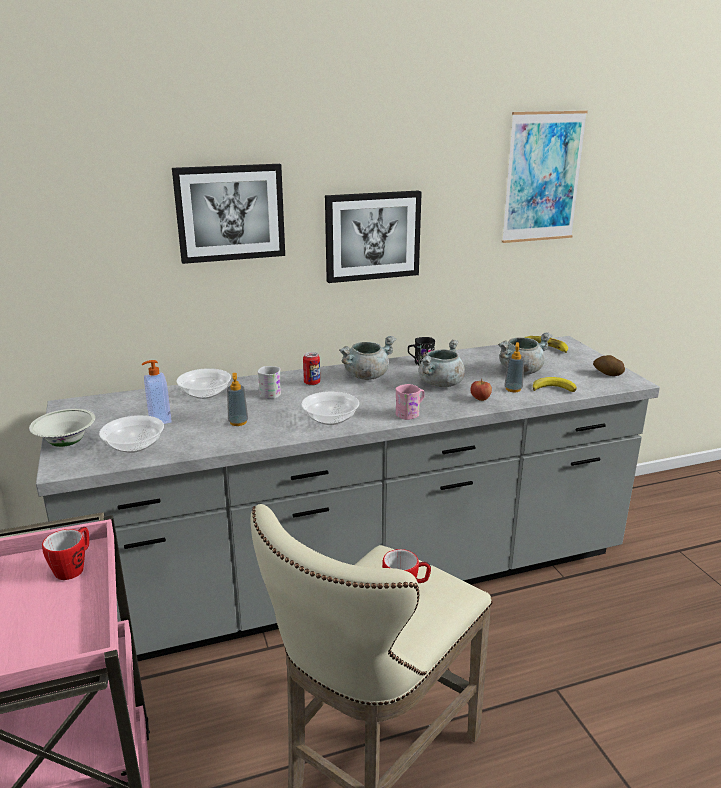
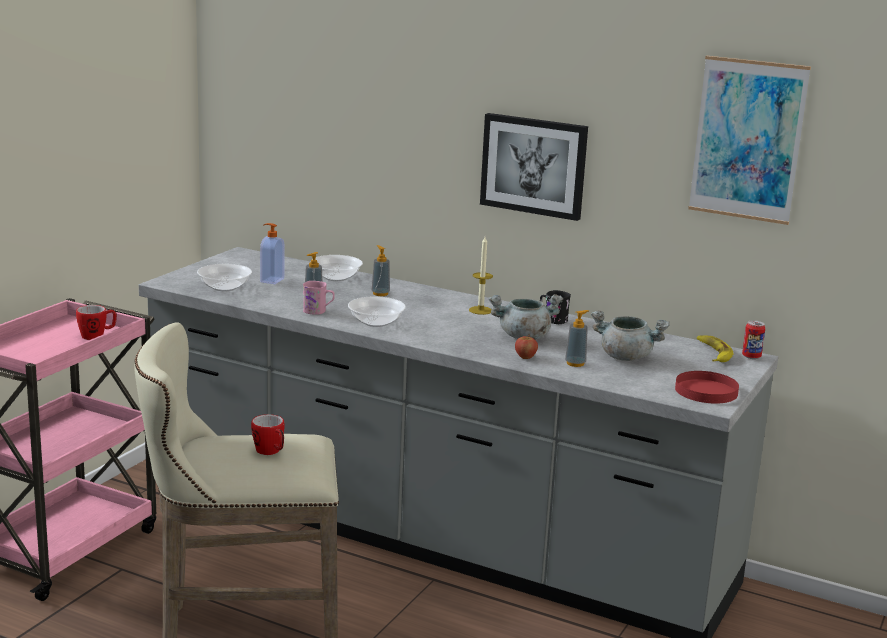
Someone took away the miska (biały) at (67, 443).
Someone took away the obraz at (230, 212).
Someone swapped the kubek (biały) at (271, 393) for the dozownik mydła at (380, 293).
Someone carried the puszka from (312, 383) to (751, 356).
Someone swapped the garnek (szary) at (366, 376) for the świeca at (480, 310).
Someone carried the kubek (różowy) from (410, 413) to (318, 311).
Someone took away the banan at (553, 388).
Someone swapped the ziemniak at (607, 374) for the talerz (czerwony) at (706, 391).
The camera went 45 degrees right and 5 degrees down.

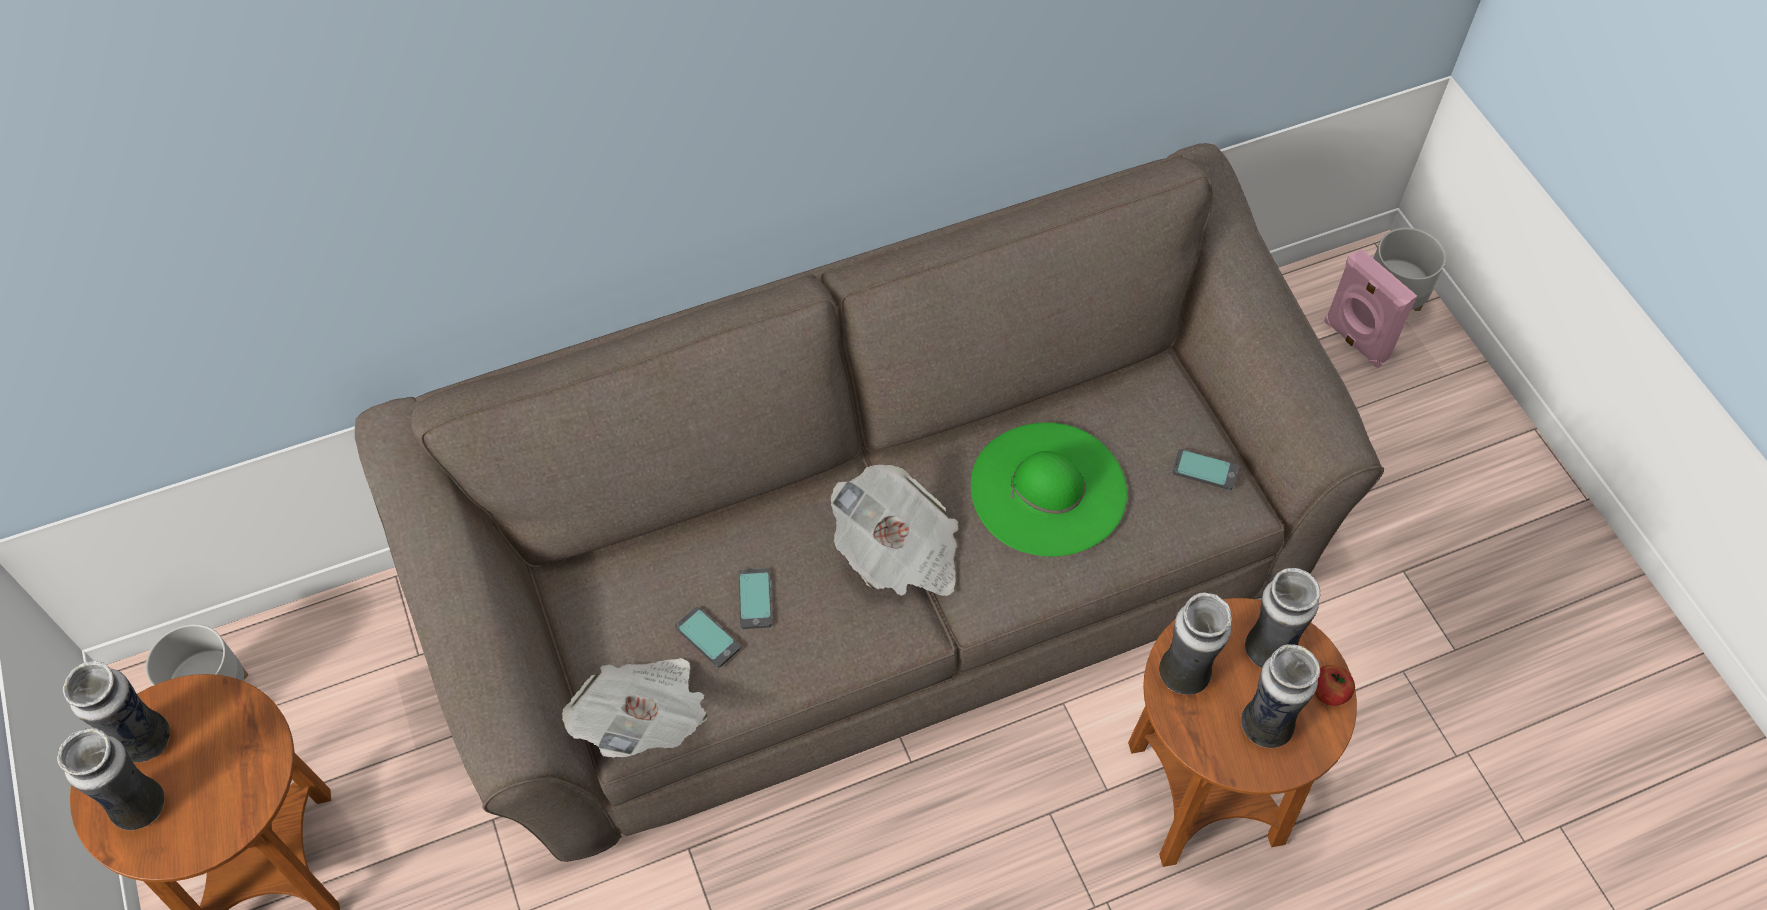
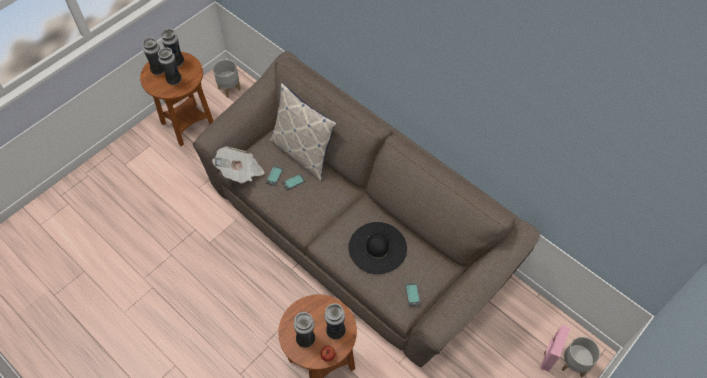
Someone took away the gazeta at (898, 553).
Someone repainted the kapelusz (zielony) at (1048, 489), which became the kapelusz (czarny) at (377, 248).
Someone carried the wazon from (1184, 676) to (174, 80).
Someone put down the poduszka at (303, 153).
The camera went 65 degrees right and 0 degrees up.

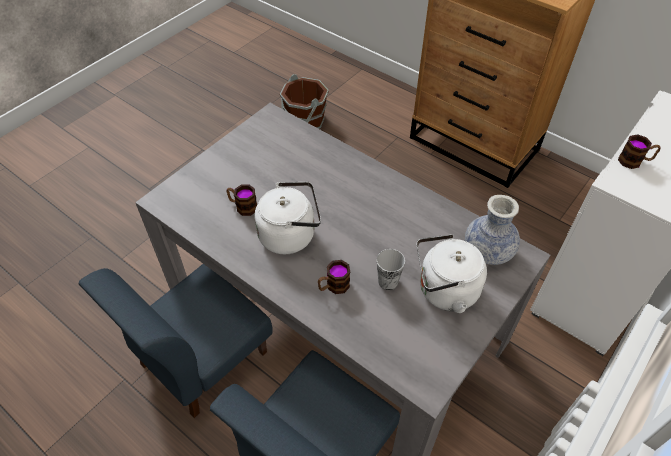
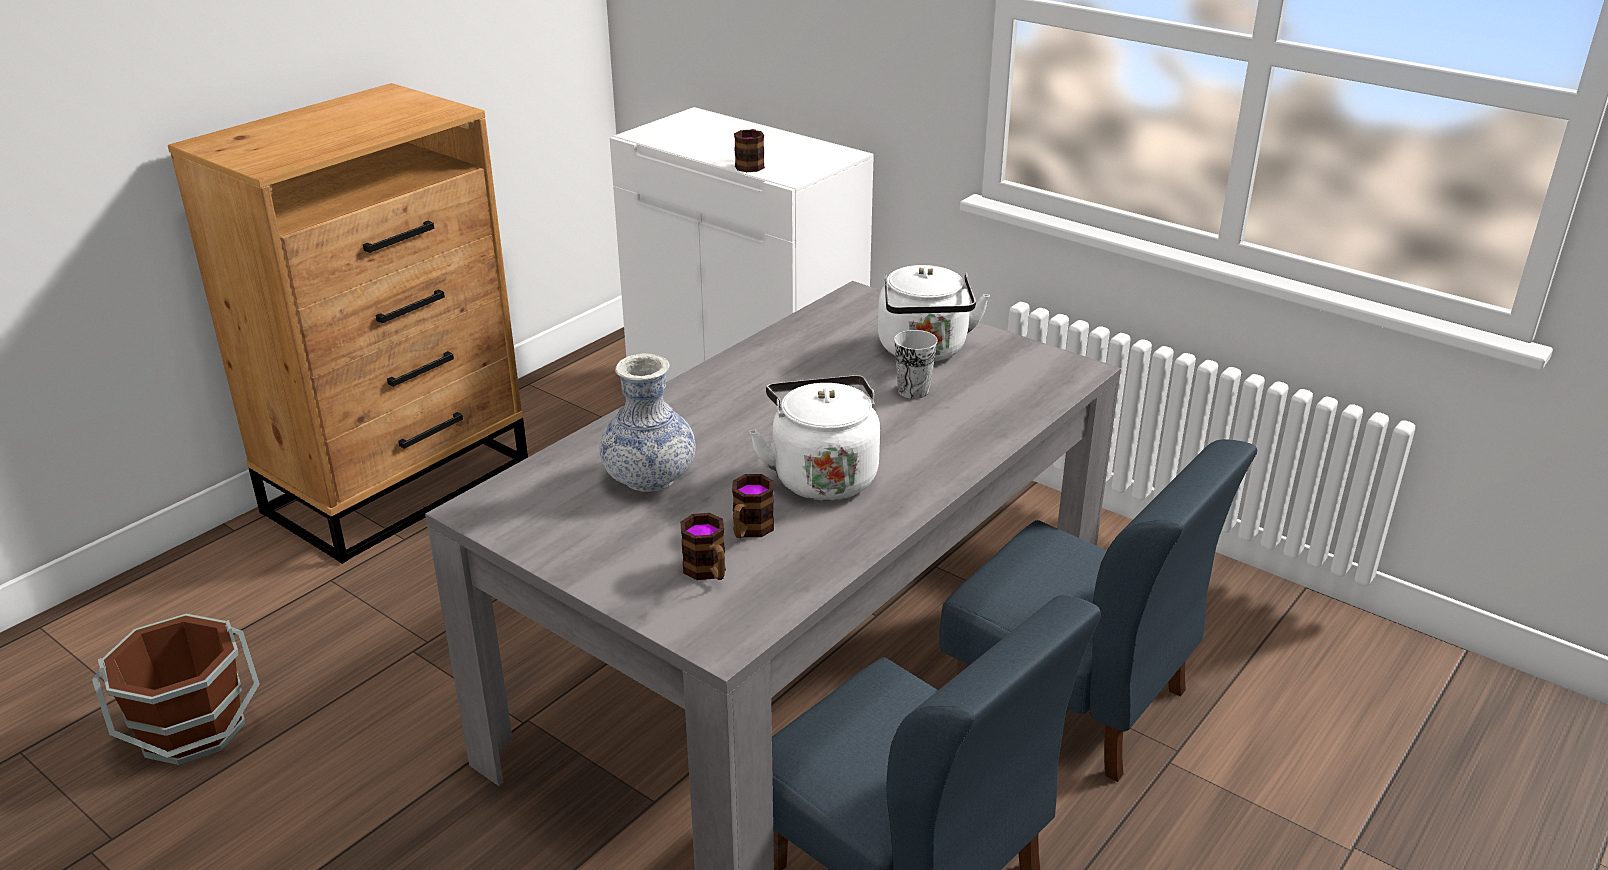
Someone carried the kubek from (333, 286) to (708, 572).
Someone carried the wazon from (487, 252) to (649, 478).
The camera went 90 degrees left and 20 degrees down.

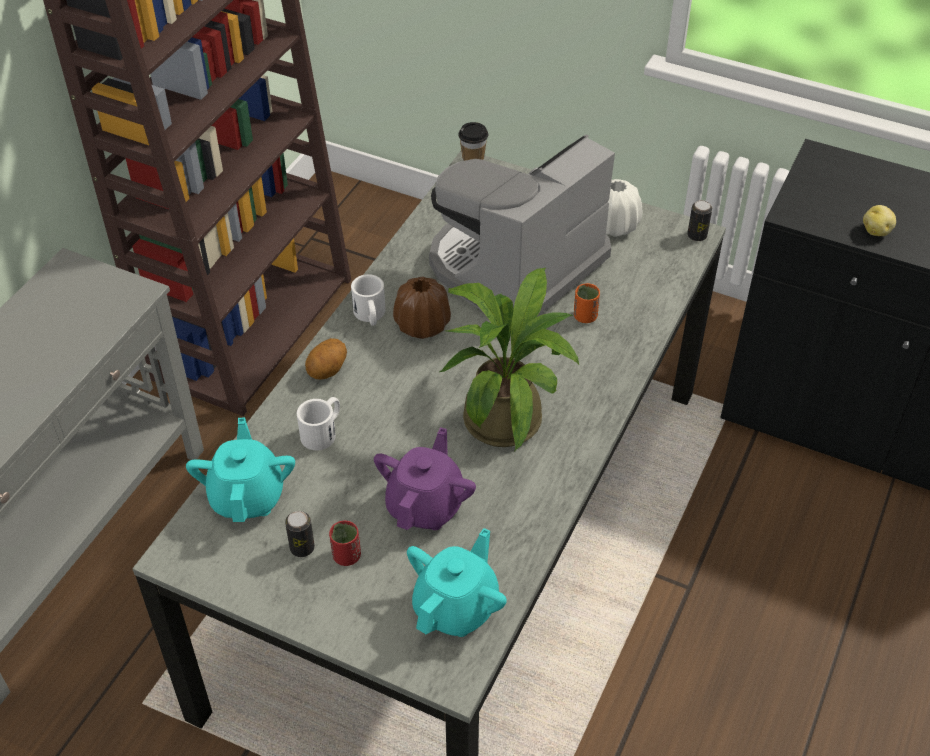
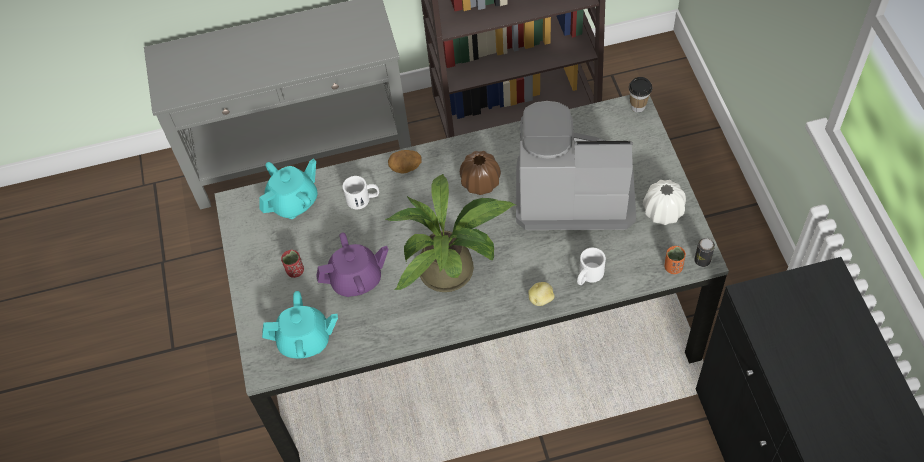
Someone took away the puszka at (302, 548).
Someone carried the kubek (biały) from (370, 316) to (588, 276).
Someone carried the filiżanka (pomarańczowy) from (585, 316) to (673, 267).
Someone carried the ziemniak from (876, 231) to (541, 299).
The camera went 55 degrees right and 10 degrees up.

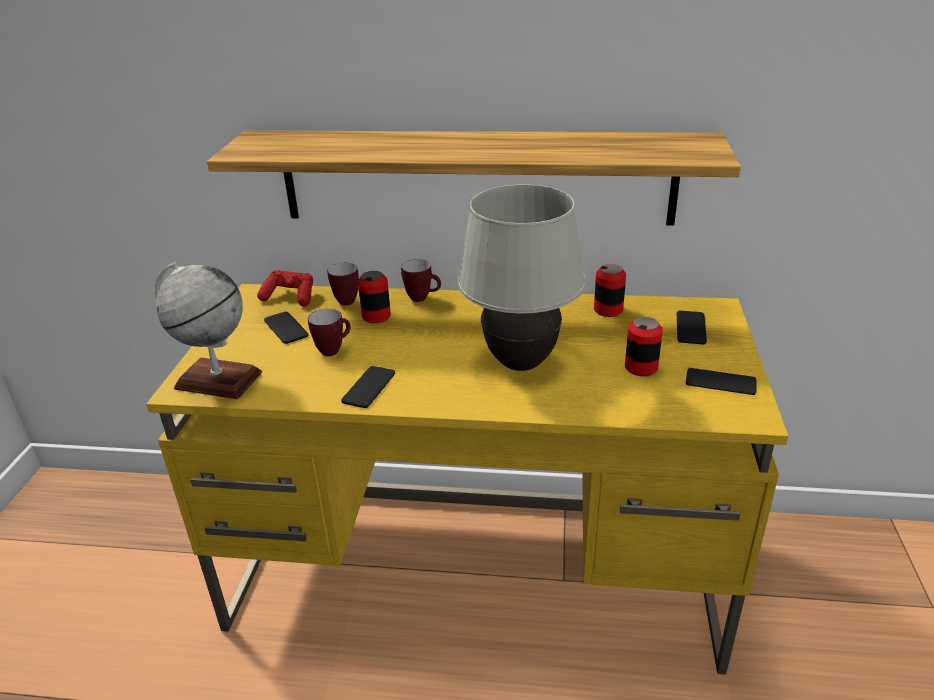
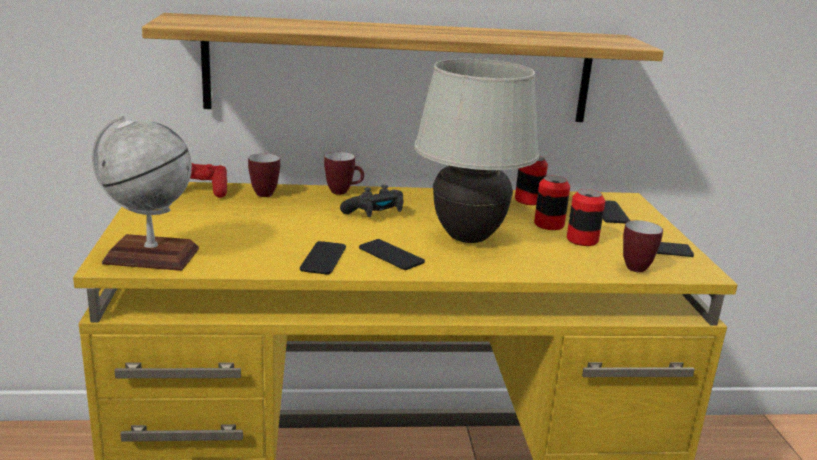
Someone carried the telefon from (286, 328) to (391, 255).
Someone carried the kubek from (333, 350) to (637, 266).
Someone carried the puszka from (376, 316) to (549, 224).
Someone put down the pad do gier (czarny) at (375, 214).
The camera went 15 degrees left and 10 degrees down.

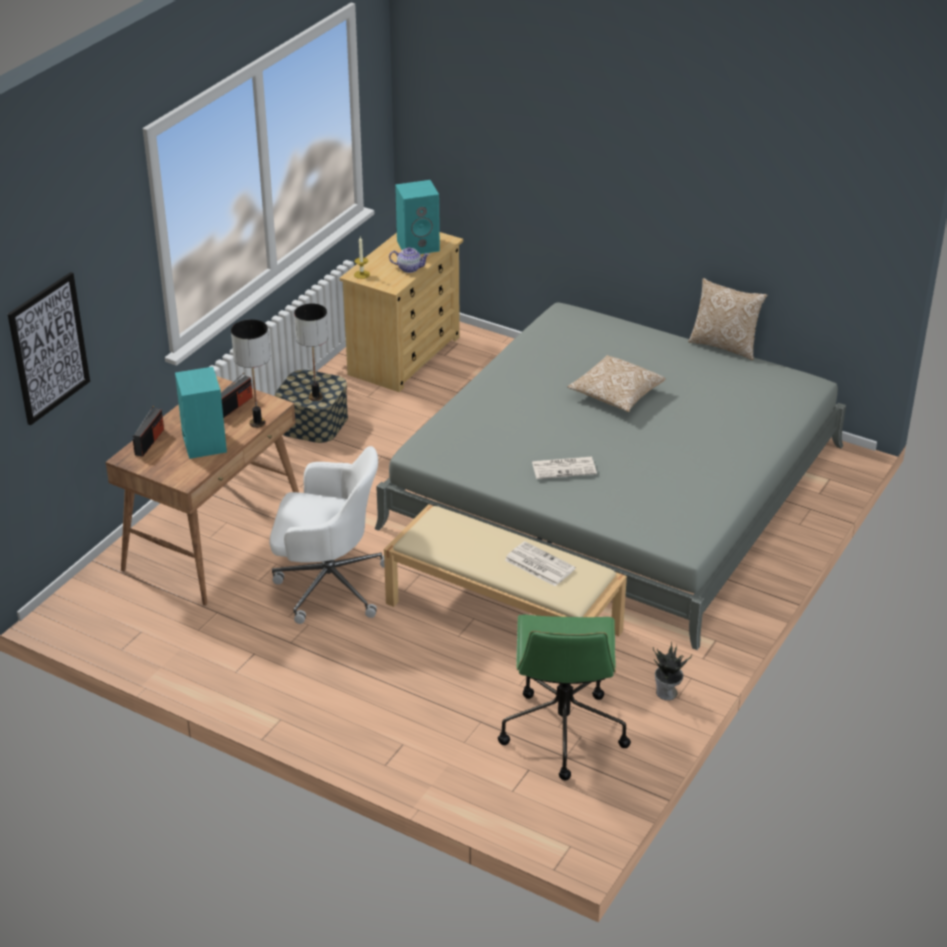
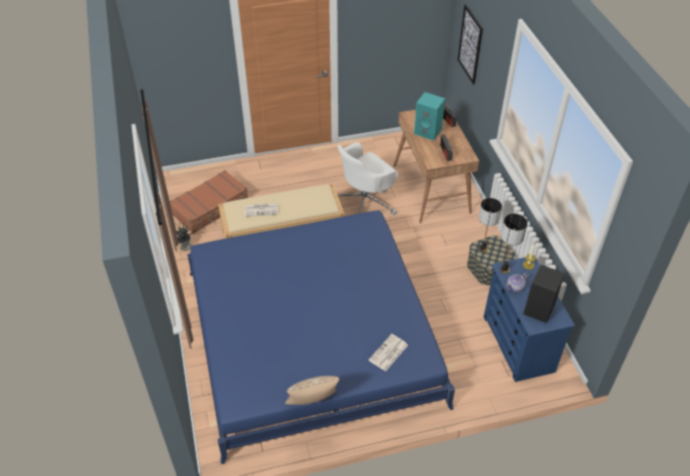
Someone carried the lampa stołowa from (257, 423) to (504, 269).
Someone repainted the komoda (beżowy) at (405, 355), which became the komoda (niebieski) at (518, 344).
Someone repainted the łóżko (szary) at (615, 486), which became the łóżko (niebieski) at (312, 336).
Someone repainted the głośnik (turkusowy) at (419, 245), which became the głośnik (czarny) at (539, 310).
Someone swapped the krzesło biurowe (zielony) at (562, 730) for the walizka (brązowy) at (211, 208).
Someone carried the gazeta from (564, 468) to (388, 353).
Someone took away the poduszka at (616, 395).
The camera went 135 degrees right and 10 degrees up.

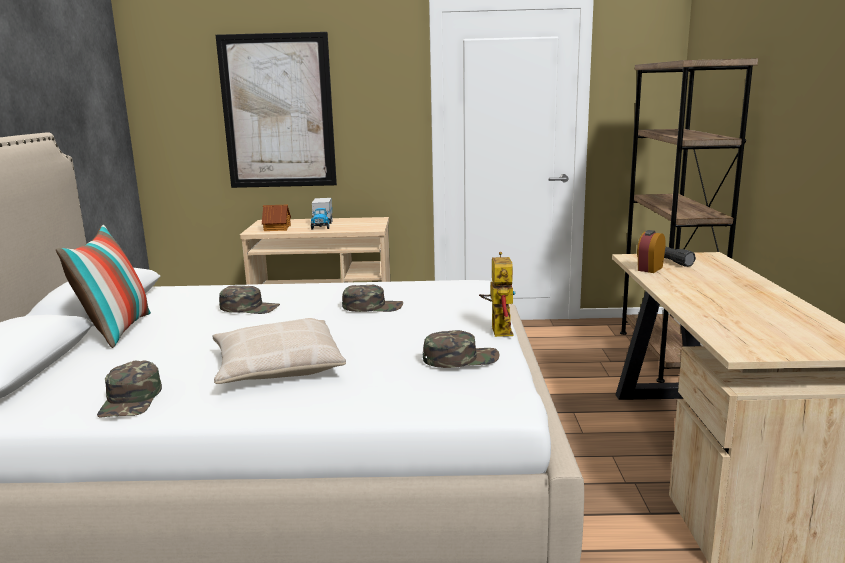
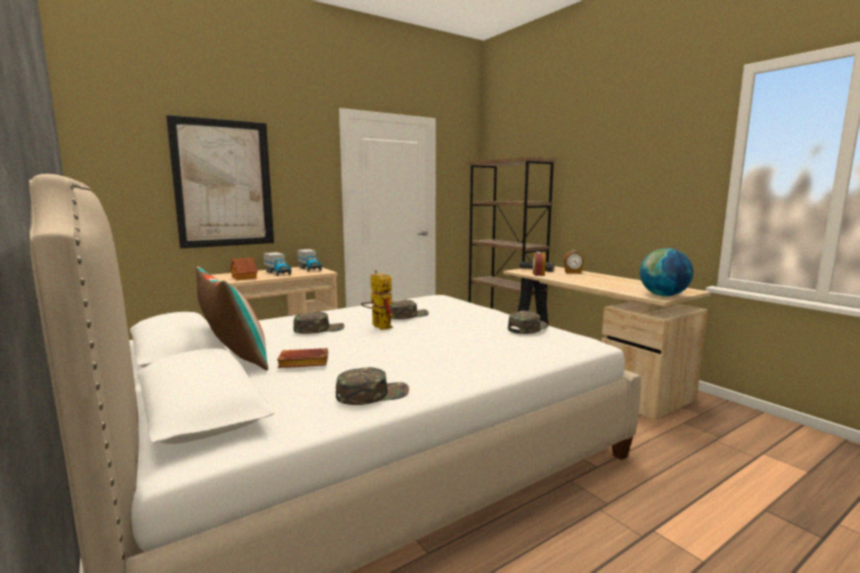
Someone rotated the czapka z daszkiem (zielony) at (131, 400) by 75 degrees counterclockwise.
Someone took away the poduszka (beżowy) at (277, 366).
Someone carried the robot zabawkowy from (498, 329) to (378, 326).
Someone put down the książka (brązowy) at (302, 363).
Someone put down the ciężarówka zabawkowa at (309, 269).
Someone put down the budzik at (573, 272).
Someone put down the globus at (663, 295).
The camera went 35 degrees left and 5 degrees down.

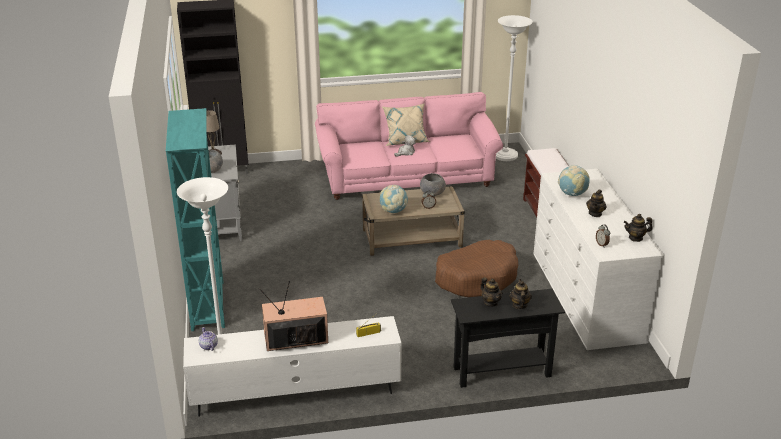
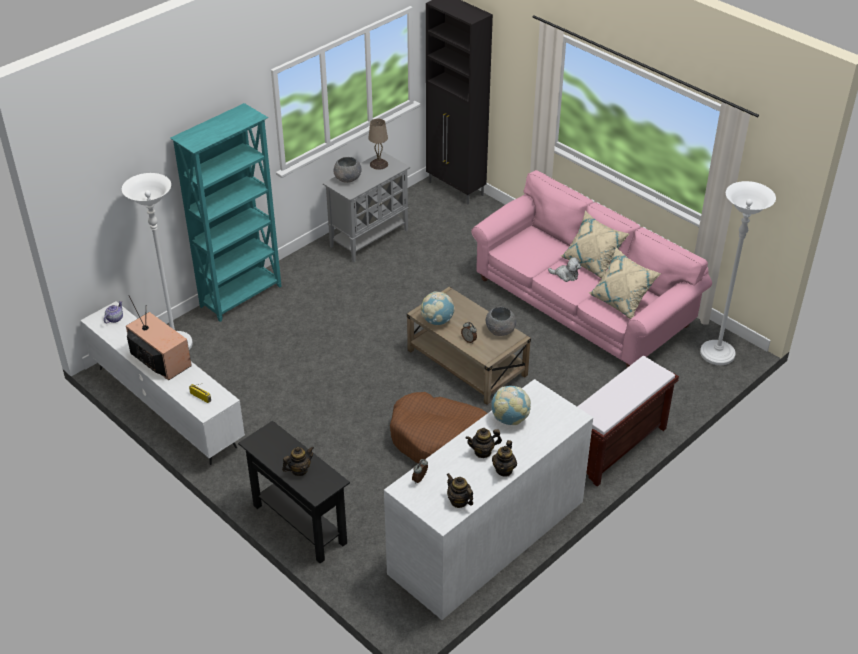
Someone carried the imbryk from (490, 302) to (504, 470).
Someone put down the poduszka (beżowy) at (621, 302).
The camera went 55 degrees right and 10 degrees up.

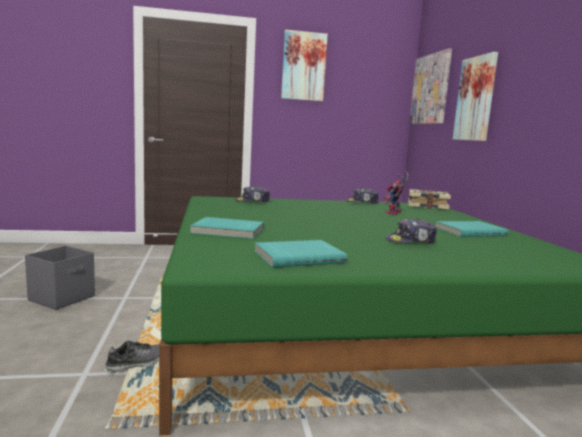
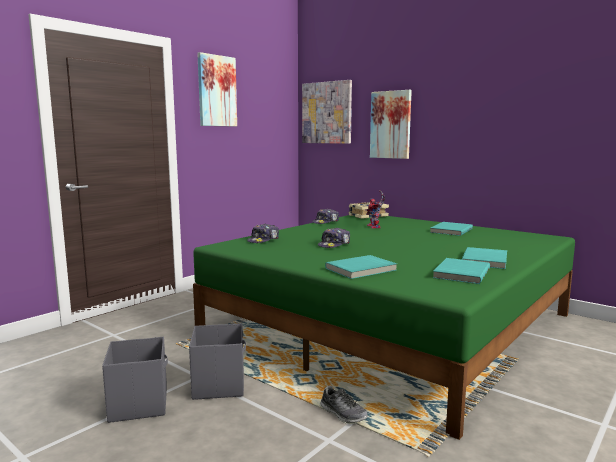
Someone rotated the but at (136, 364) by 120 degrees clockwise.
Someone carried the czapka z daszkiem from (411, 241) to (334, 245).
Someone put down the pojemnik do przechowywania (szary) at (219, 384).
Someone put down the książka (turkusowy) at (486, 260).
The camera went 40 degrees left and 0 degrees up.

